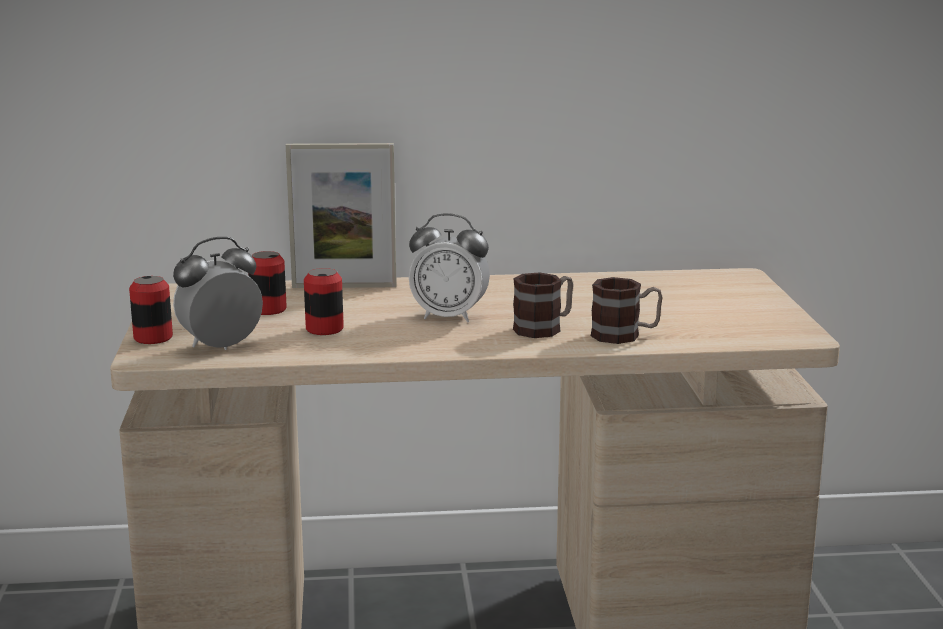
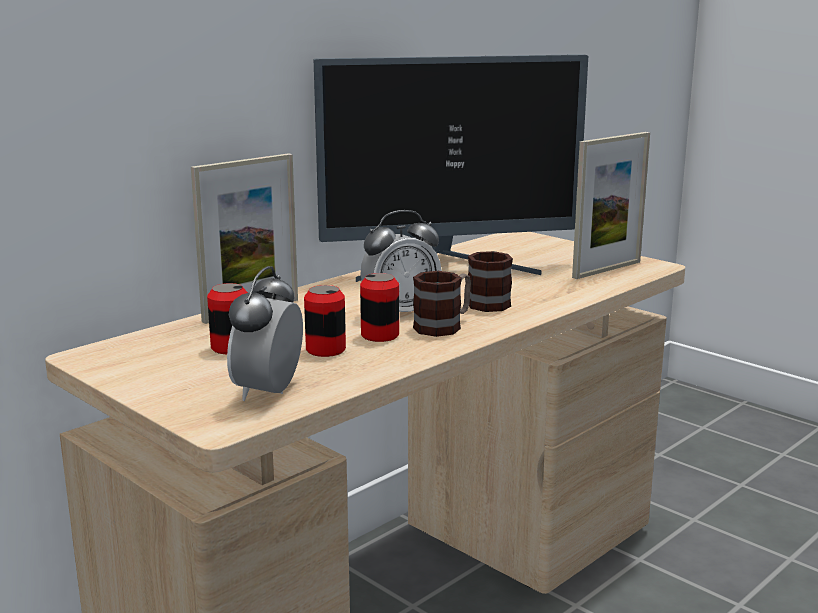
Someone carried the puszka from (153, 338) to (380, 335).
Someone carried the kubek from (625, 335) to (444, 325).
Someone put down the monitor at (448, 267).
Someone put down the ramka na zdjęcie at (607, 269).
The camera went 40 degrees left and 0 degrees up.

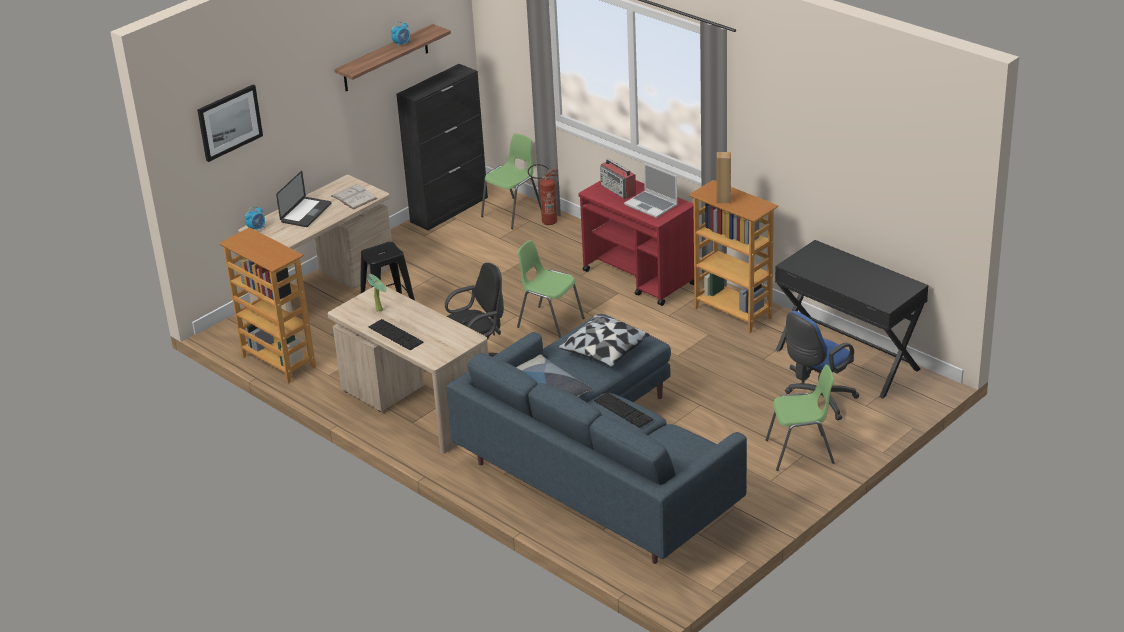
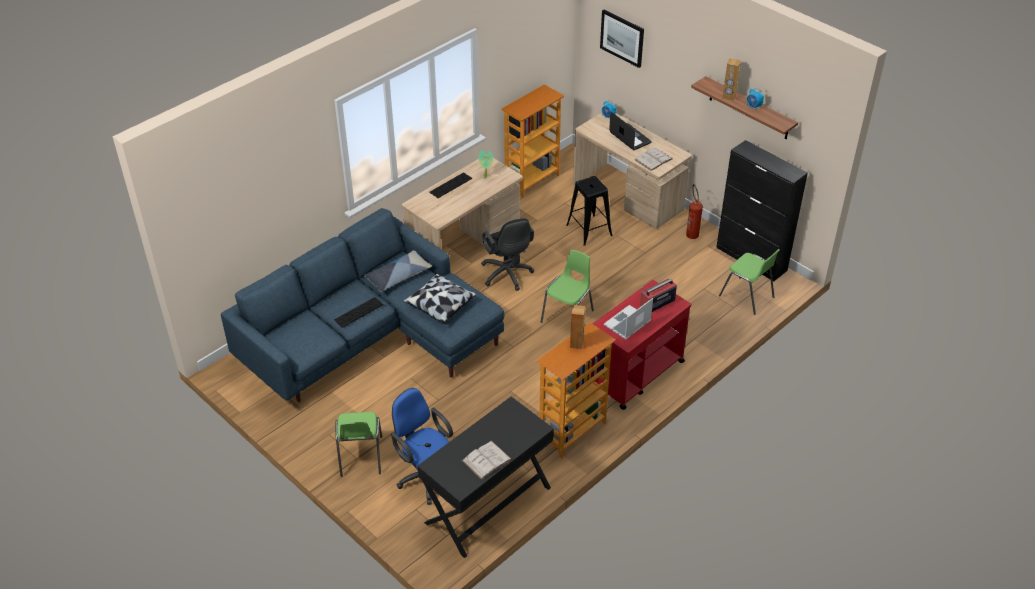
Someone rotated the laptop at (306, 213) by 150 degrees counterclockwise.
Someone carried the gaśnica from (545, 222) to (691, 233).
Someone put down the książka (biały) at (486, 460).
Someone put down the głośnik (brązowy) at (729, 97).
The camera went 90 degrees right and 10 degrees up.

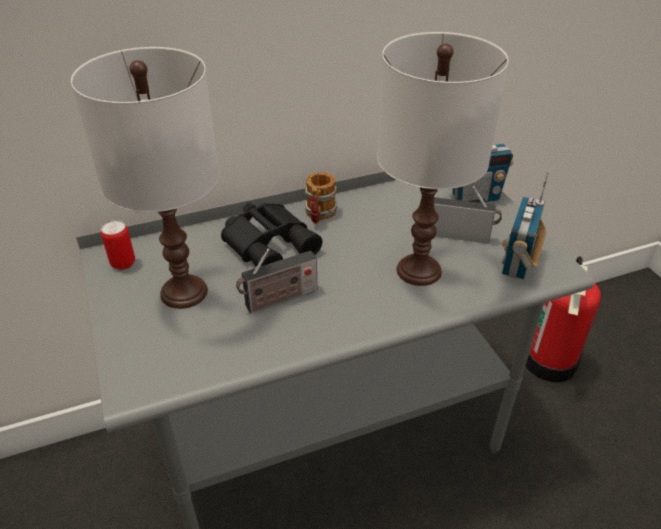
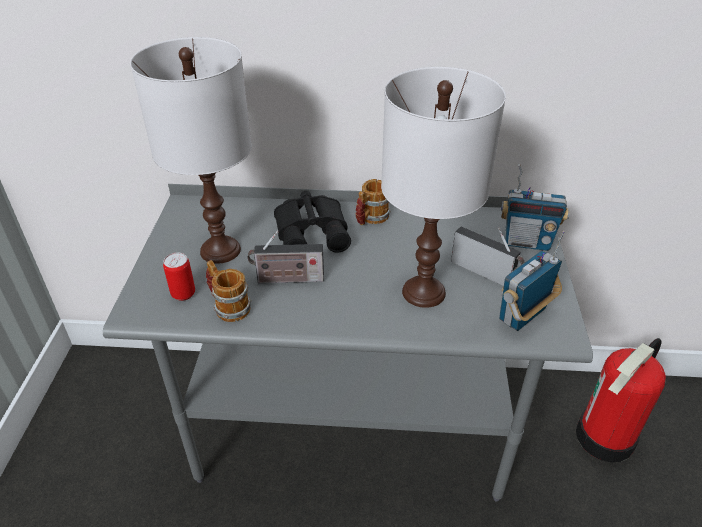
Someone carried the puszka from (123, 263) to (183, 294).
Someone put down the kubek at (228, 306).
The camera went 25 degrees right and 0 degrees up.

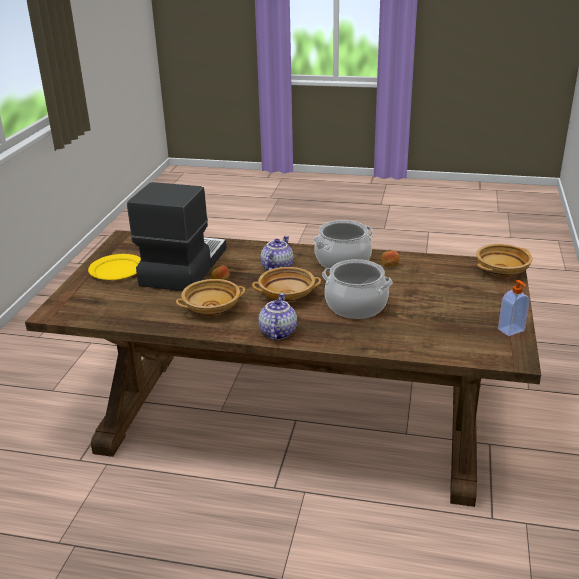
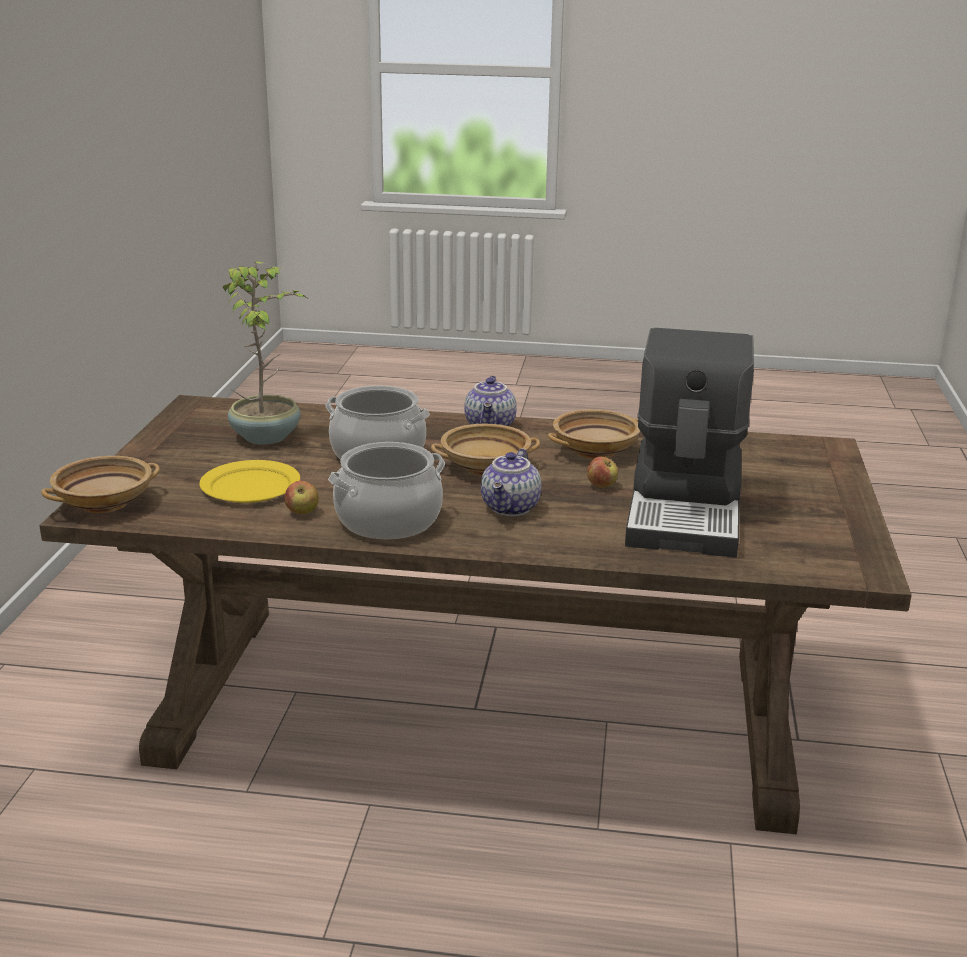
Someone carried the talerz (żółty) from (117, 270) to (250, 486).
Someone took away the dozownik mydła at (511, 330).
Someone put down the roślina doniczkowa at (267, 436).
The camera went 175 degrees right and 5 degrees down.

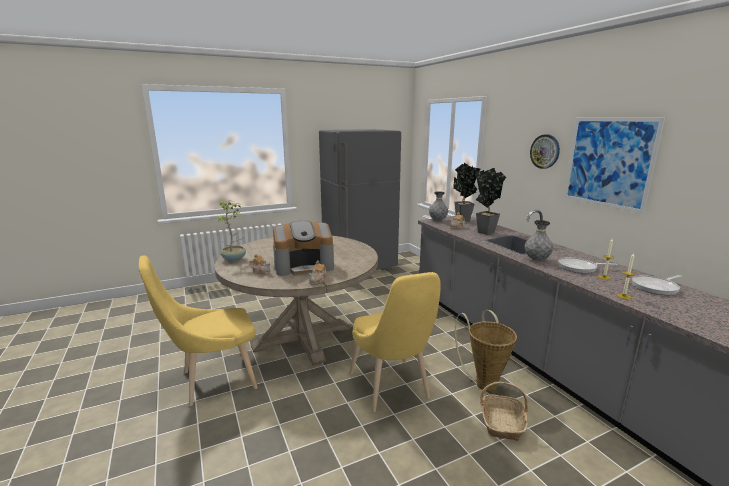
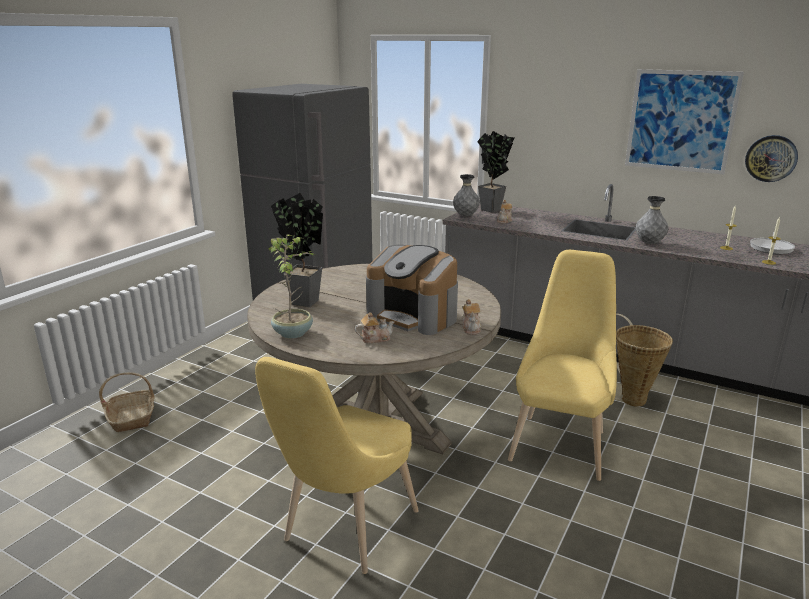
Someone rotated the ekspres do kawy at (304, 266) by 90 degrees clockwise.
Someone rotated the krzesło (żółty) at (391, 389) by 105 degrees counterclockwise.
Someone carried the roślina doniczkowa from (484, 231) to (302, 300).
Someone carried the koszyk from (502, 422) to (132, 417).
Someone carried the zegar ścienny from (545, 151) to (771, 158).
Someone took away the patelnia at (579, 268).
The camera went 35 degrees left and 5 degrees up.

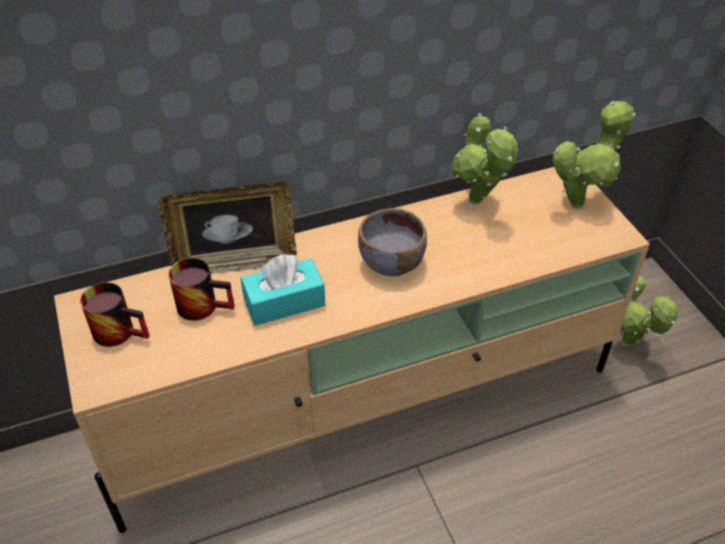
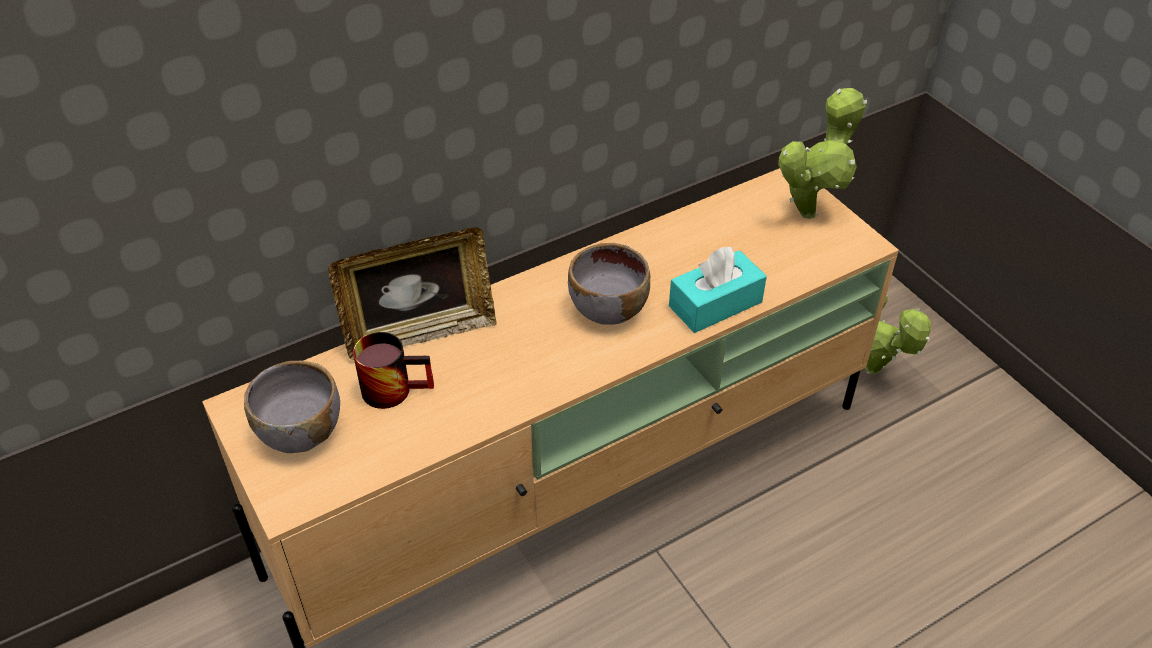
Someone swapped the kubek at (121, 330) for the miska (szary) at (300, 431).
Someone carried the pudełko chusteczek (turkusowy) from (284, 302) to (715, 304).
Someone took away the roślina doniczkowa at (477, 203).
The camera went 10 degrees left and 0 degrees up.

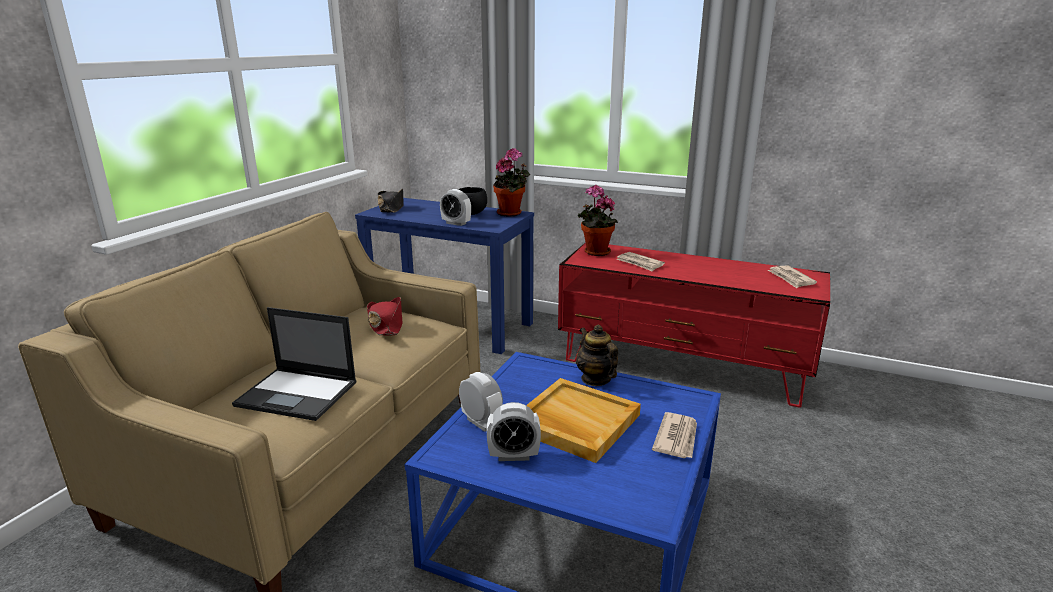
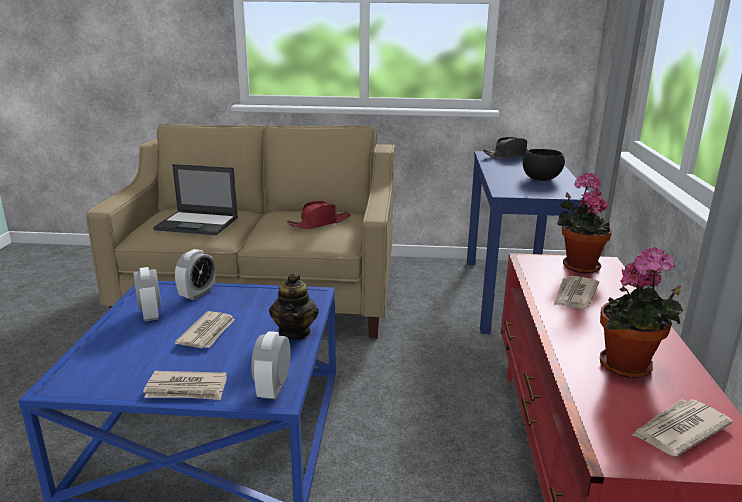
Someone rotated the laptop at (298, 394) by 75 degrees counterclockwise.
Someone carried the budzik from (456, 223) to (273, 389).
Someone carried the roślina doniczkowa from (511, 213) to (629, 368).
Someone swapped the taca (beżowy) at (574, 422) for the gazeta at (208, 332).
Someone rotated the imbryk at (596, 379) by 135 degrees clockwise.
The camera went 70 degrees right and 0 degrees up.

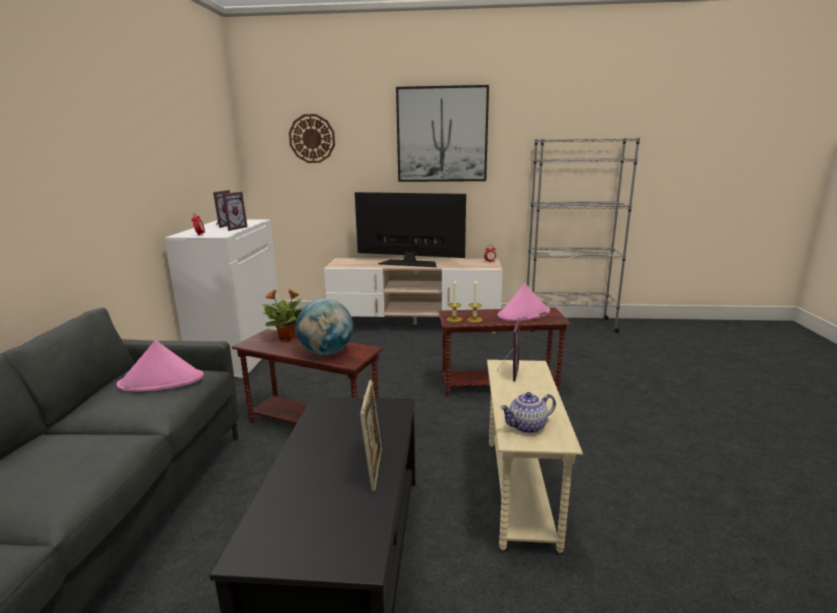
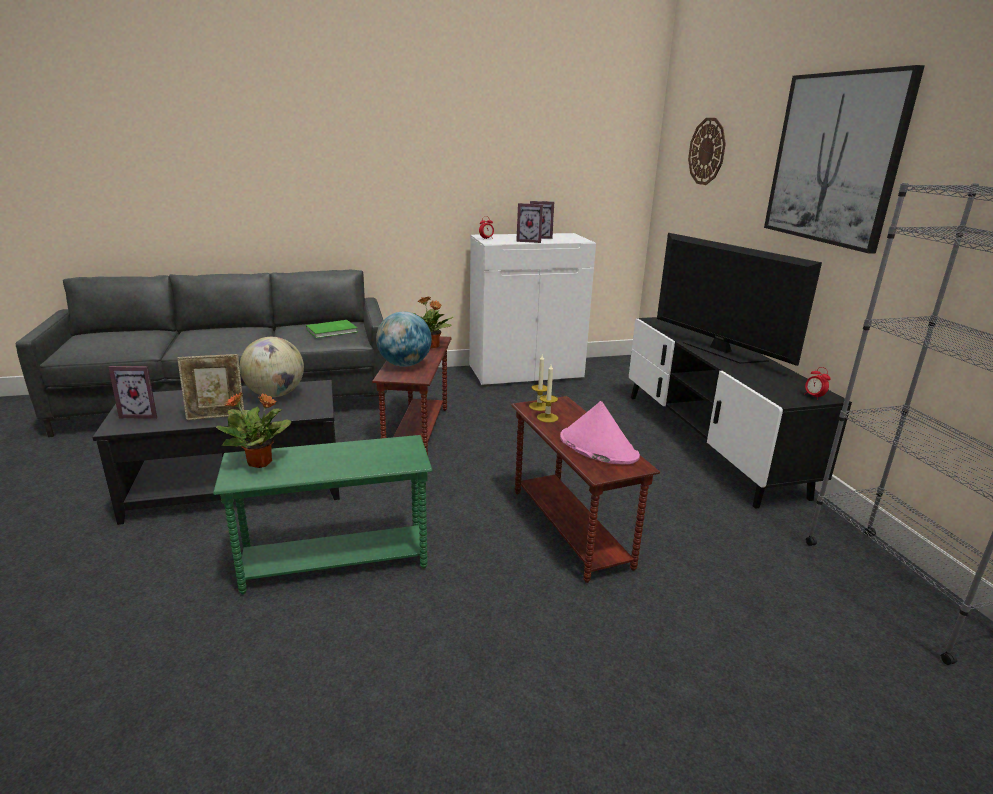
Someone swapped the kapelusz (różowy) at (162, 381) for the książka (zielony) at (333, 331).
Someone repainted the szafka pod telewizor (beżowy) at (414, 324), which became the szafka pod telewizor (czarny) at (708, 441).
Someone rotated the telewizor at (409, 263) by 150 degrees clockwise.
Someone repainted the stolik (beżowy) at (519, 491), which became the stolik (zielony) at (335, 562).
Someone carried the ramka na zdjęcie from (506, 372) to (142, 414).
Someone swapped the imbryk at (527, 427) for the roślina doniczkowa at (261, 463).
Someone put down the globus at (275, 394).
The camera went 70 degrees right and 5 degrees up.

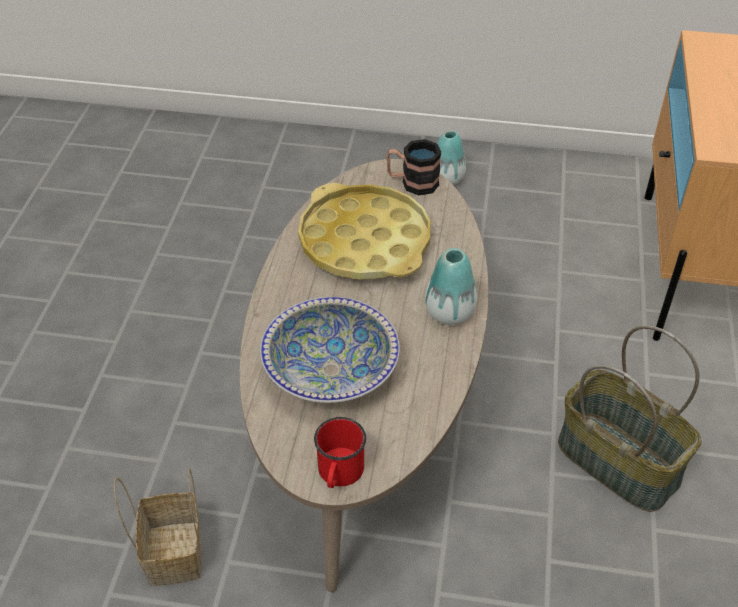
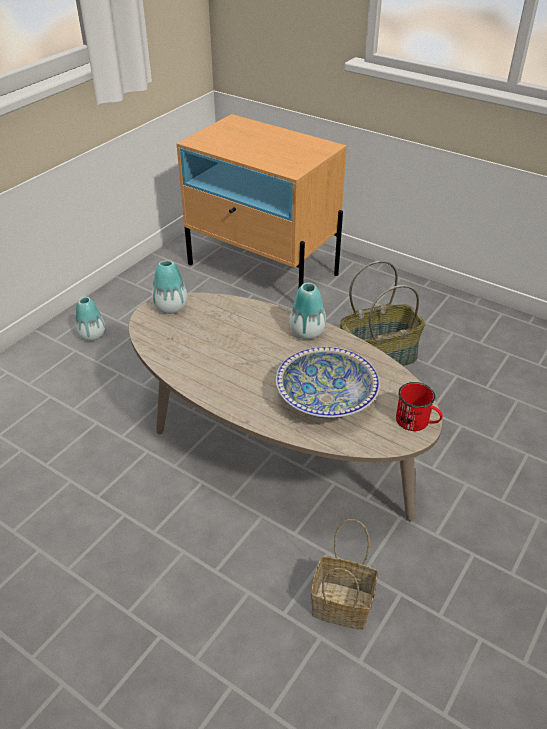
Someone took away the taca (żółty) at (364, 242).
Someone swapped the kubek at (412, 182) for the wazon at (171, 307).
The camera went 65 degrees left and 5 degrees down.

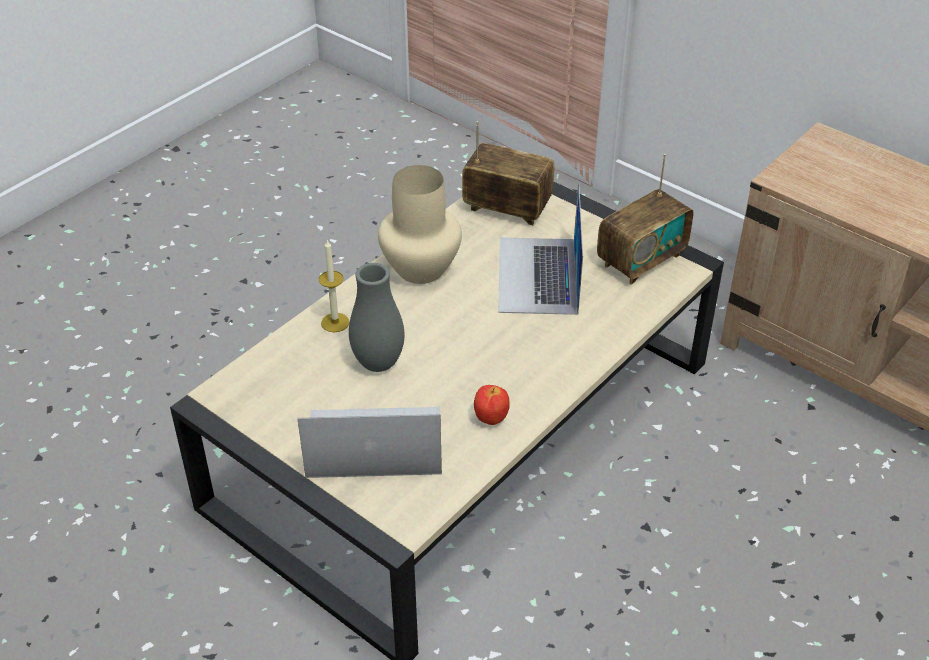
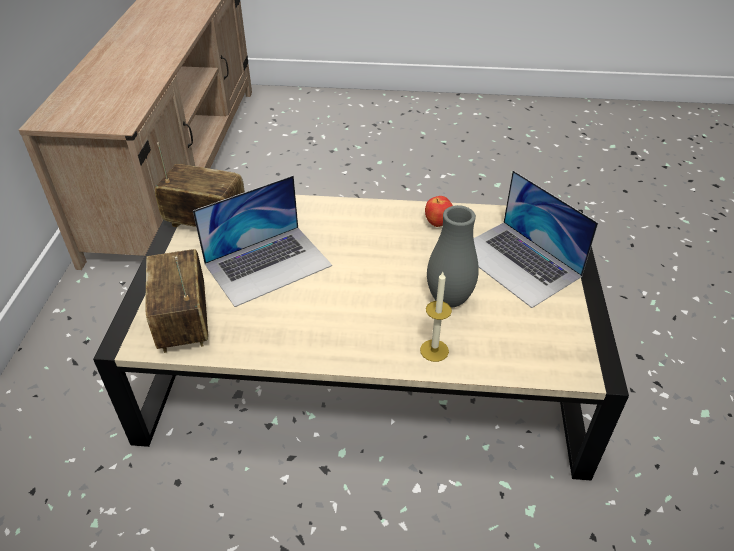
Someone took away the wazon (beżowy) at (422, 269).
The camera went 125 degrees left and 0 degrees up.

